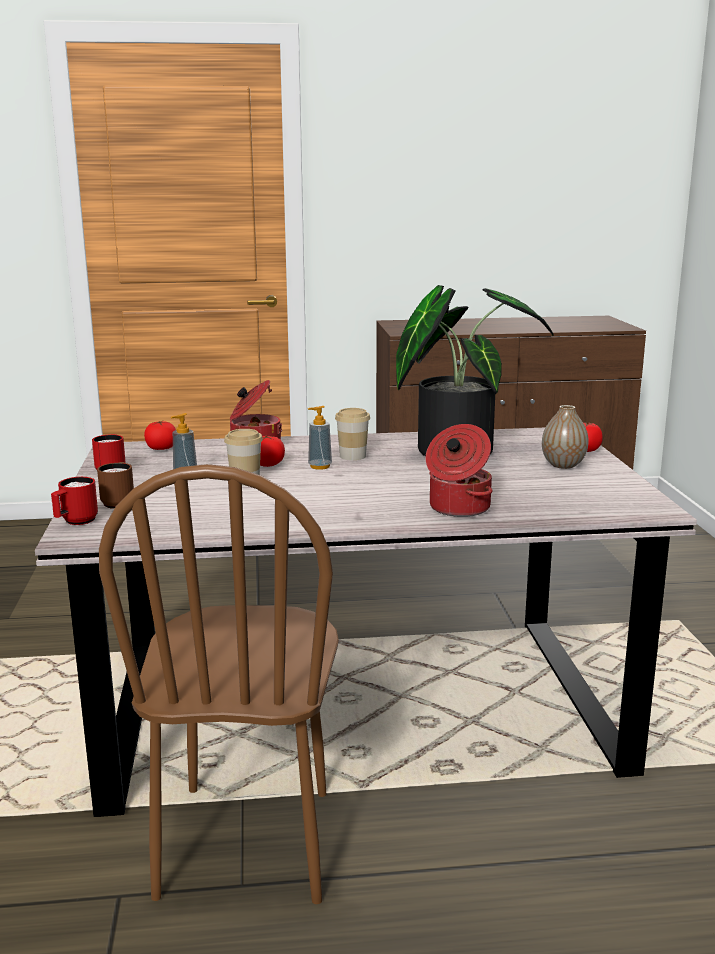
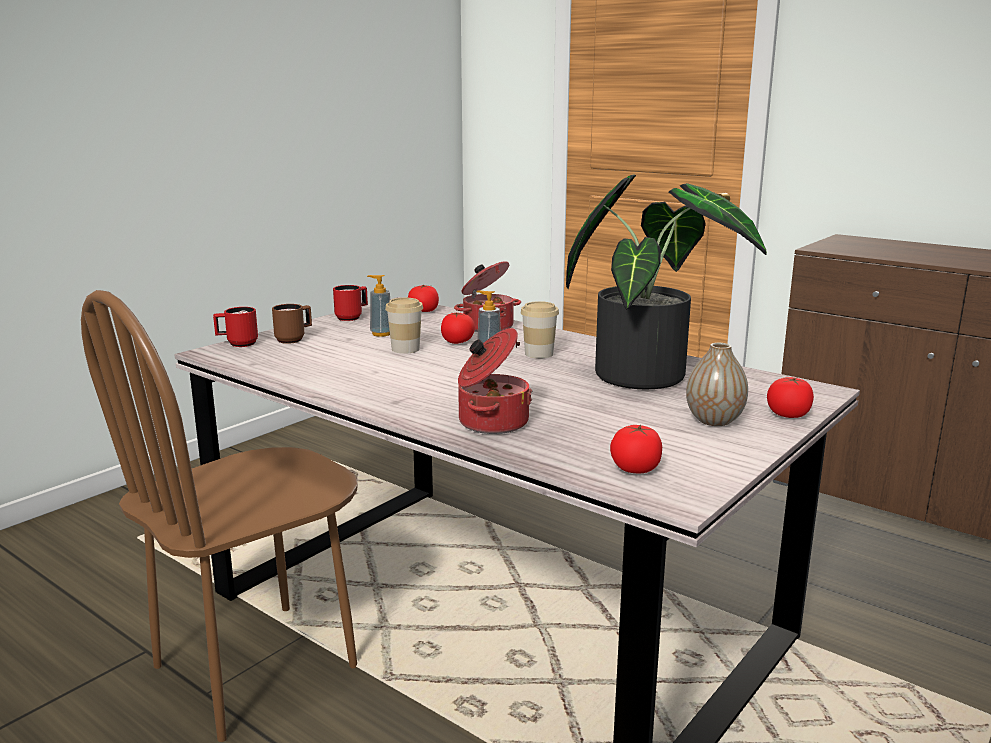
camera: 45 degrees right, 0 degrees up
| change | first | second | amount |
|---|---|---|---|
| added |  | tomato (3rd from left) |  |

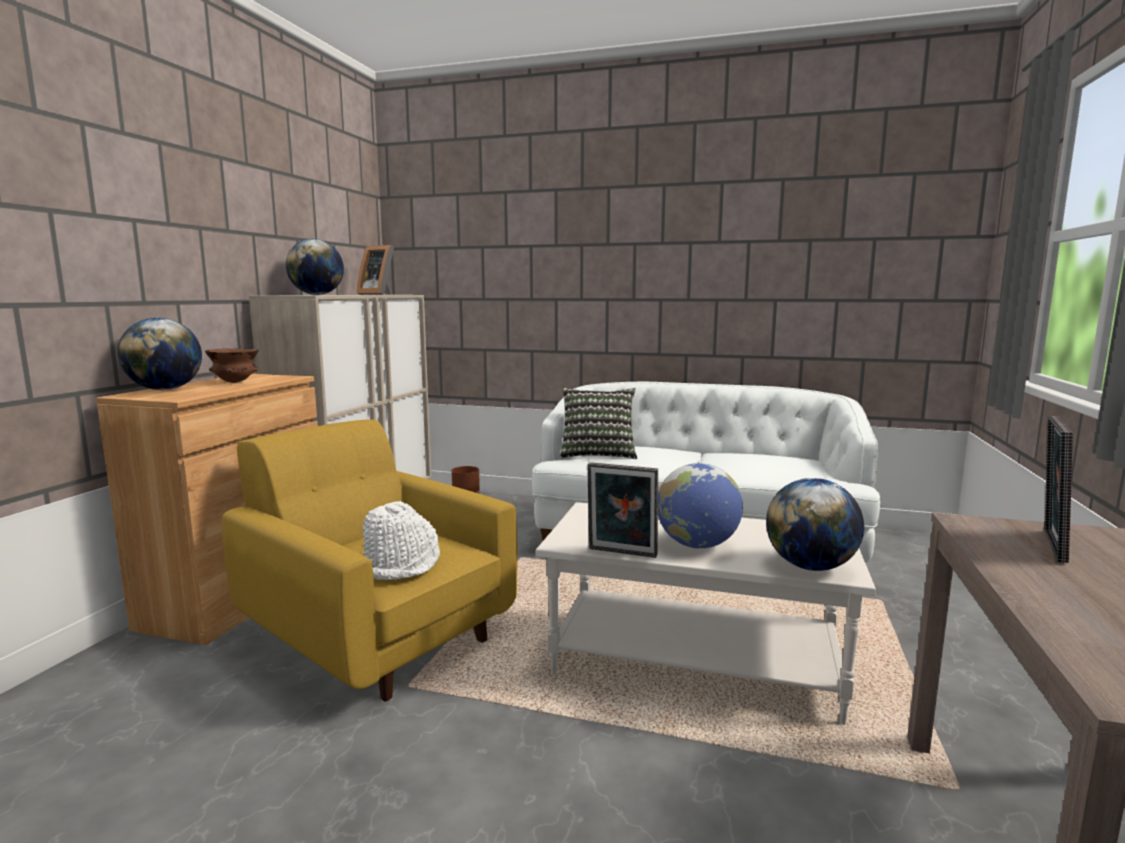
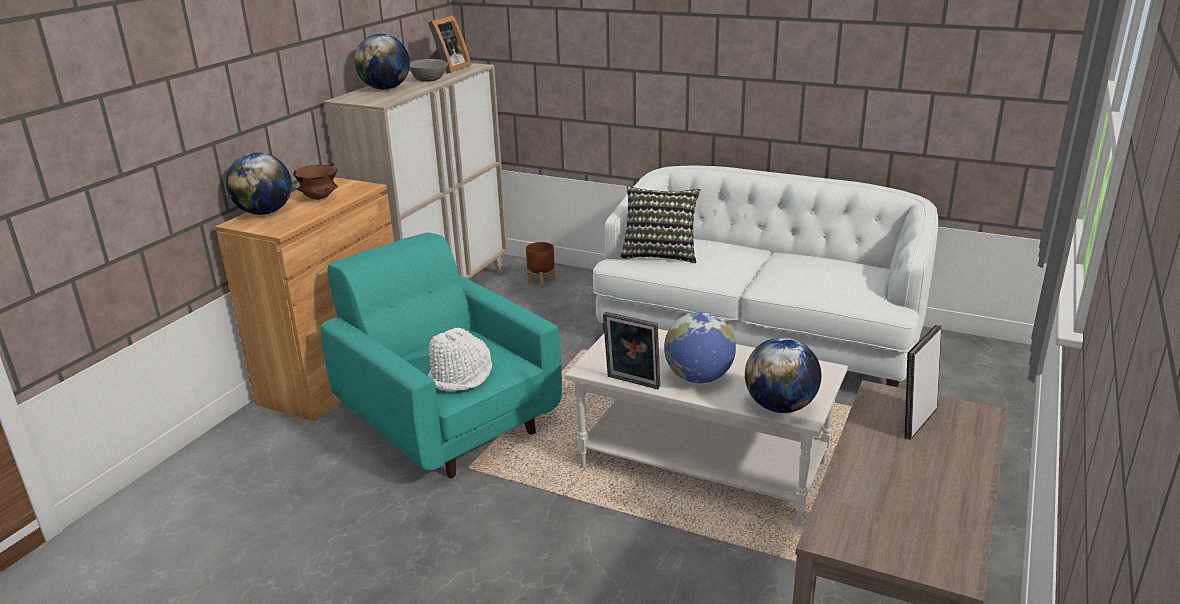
camera: 10 degrees right, 15 degrees up
| change | first | second | amount |
|---|---|---|---|
| recoloured | armchair in yellow | armchair in turquoise |  |
| turned | picture frame (1st from left) |  | 105 degrees counterclockwise |
| added |  | bowl in grey |  |

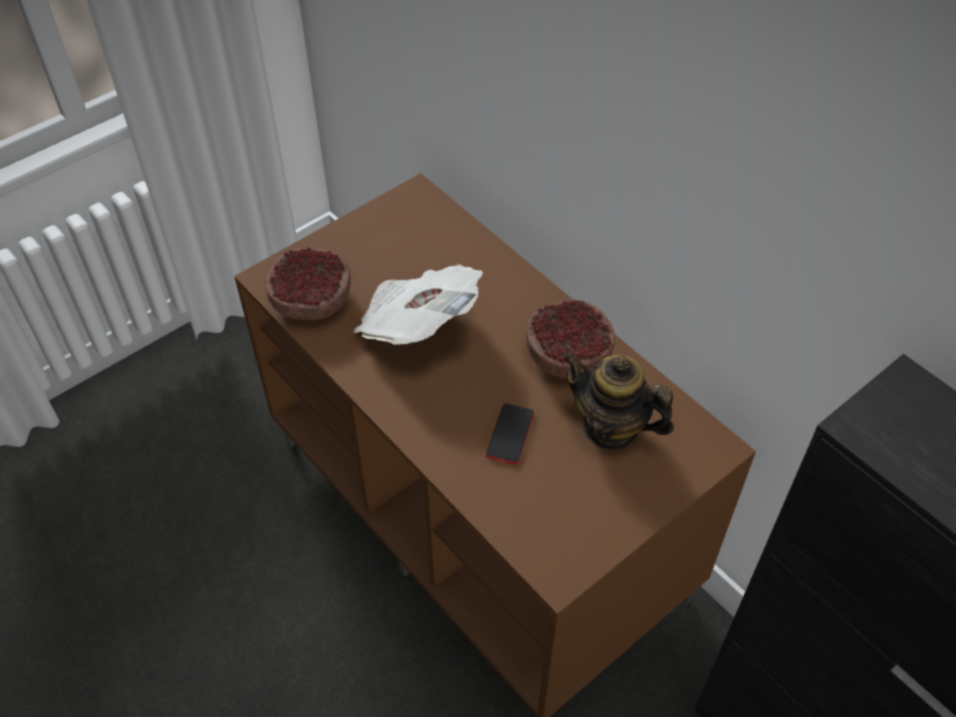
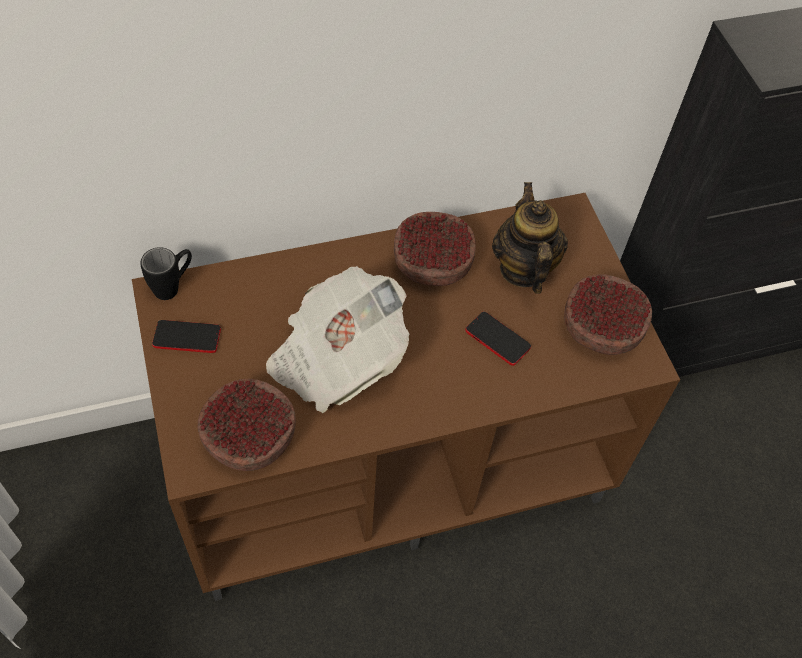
camera: 70 degrees left, 5 degrees up
| change | first | second | amount |
|---|---|---|---|
| turned | teapot |  | 120 degrees clockwise |
| added |  | mug in black |  |
| added |  | phone (1st from left) |  |
| added |  | bowl (3rd from left) |  |

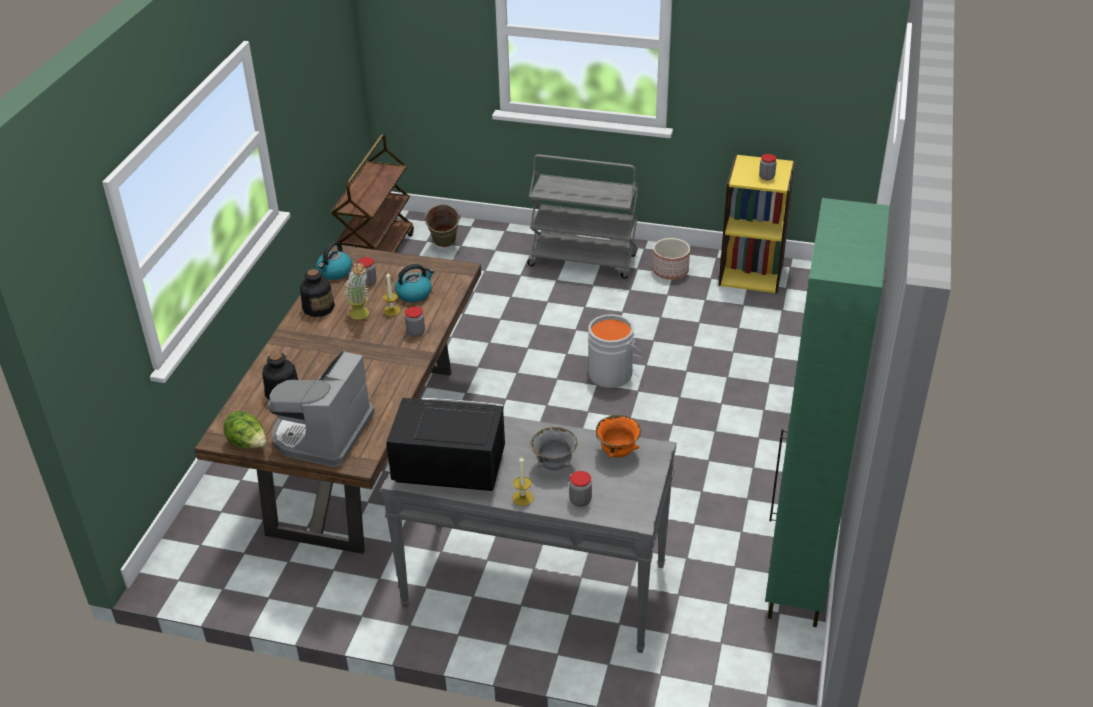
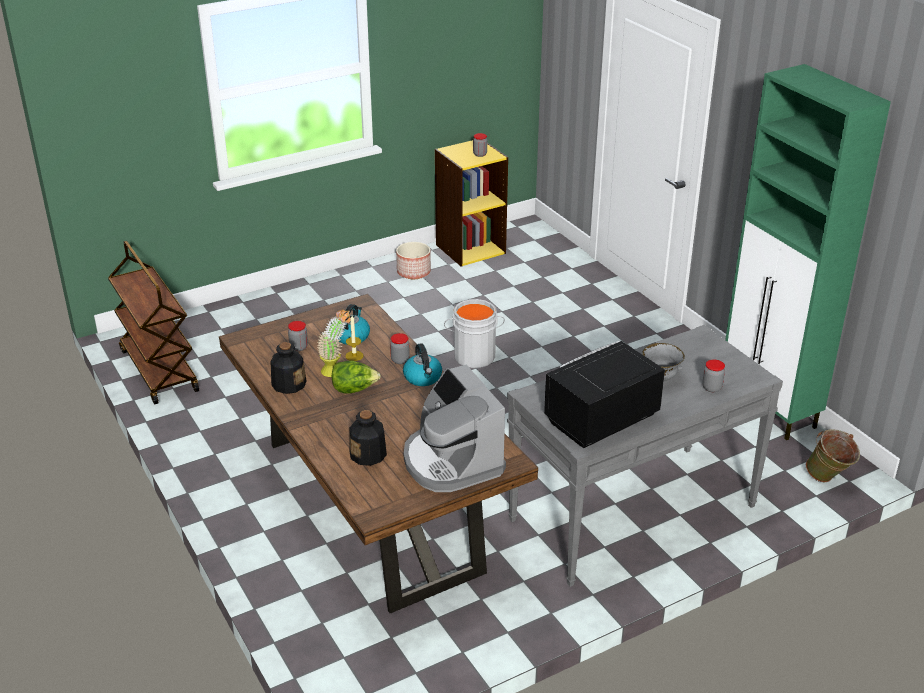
camera: 45 degrees left, 5 degrees down
| change | first | second | amount |
|---|---|---|---|
| moved | lettuce |  |  |
| moved | kettle (1st from left in the first image) | kettle (2nd from left) |  |
| moved | bucket in green |  |  |
| removed | candle (2nd from left) |  |  |
| removed | cart in grey |  |  |
| removed | bowl in orange |  |  |

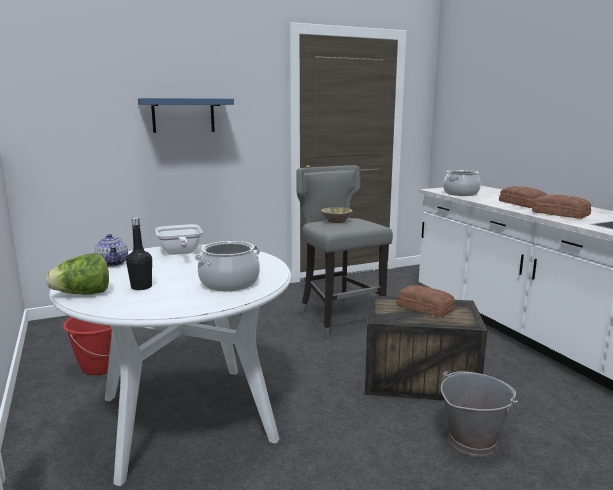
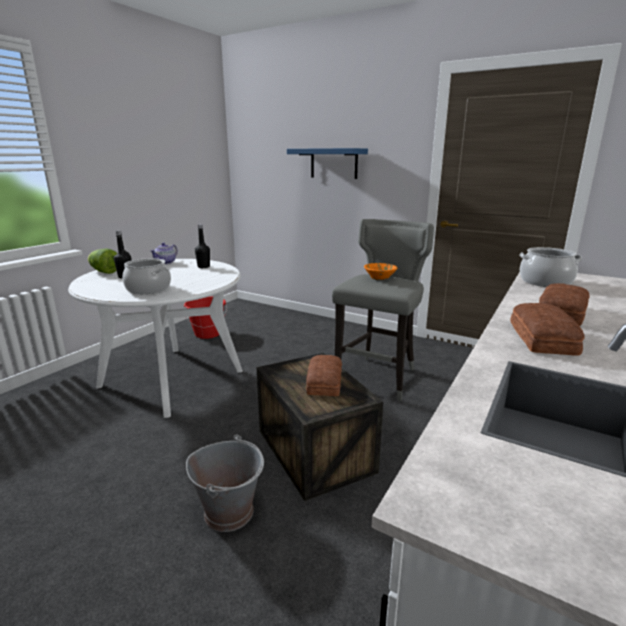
camera: 55 degrees right, 5 degrees up
| change | first | second | amount |
|---|---|---|---|
| replaced | frying pan | bottle in black (2nd from left) |  |
| recoloured | bowl in beige | bowl in orange |  |

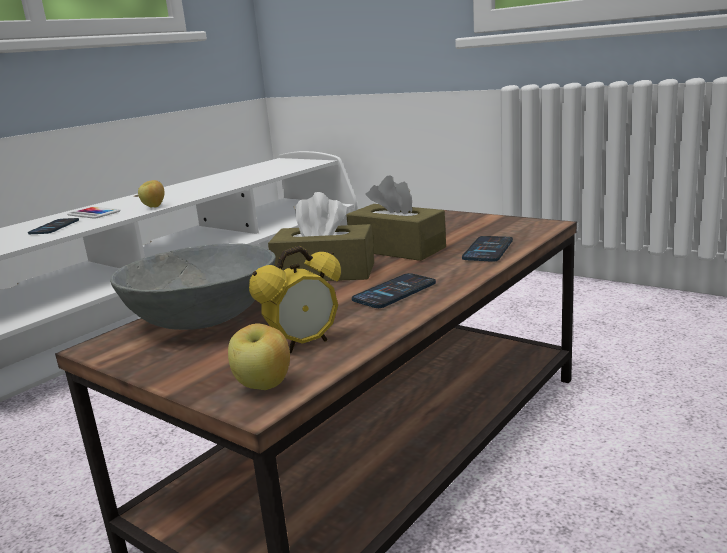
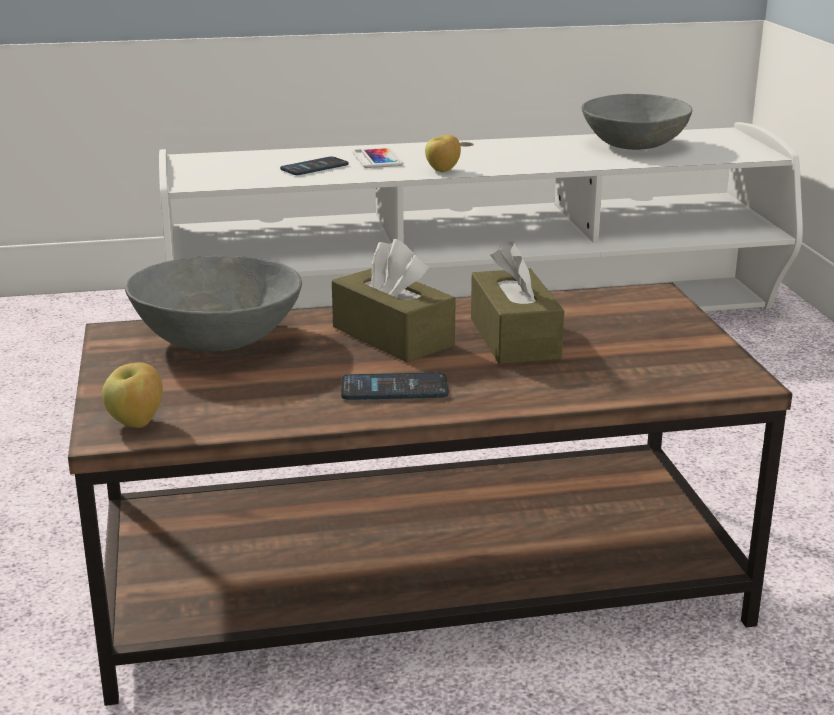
camera: 40 degrees right, 5 degrees up
| change | first | second | amount |
|---|---|---|---|
| removed | alarm clock |  |  |
| removed | phone (4th from left) |  |  |
| added |  | bowl in grey (2nd from left) |  |

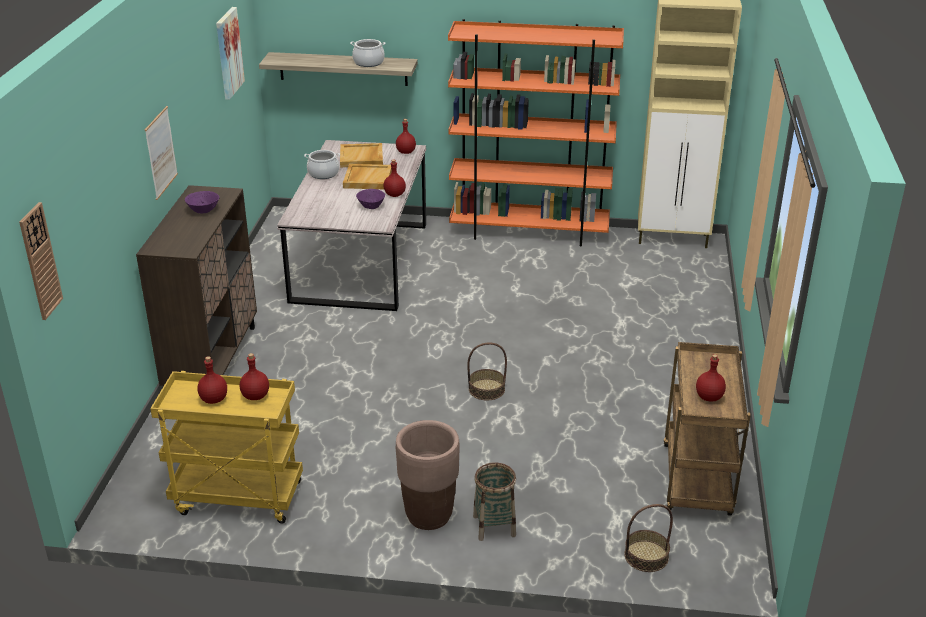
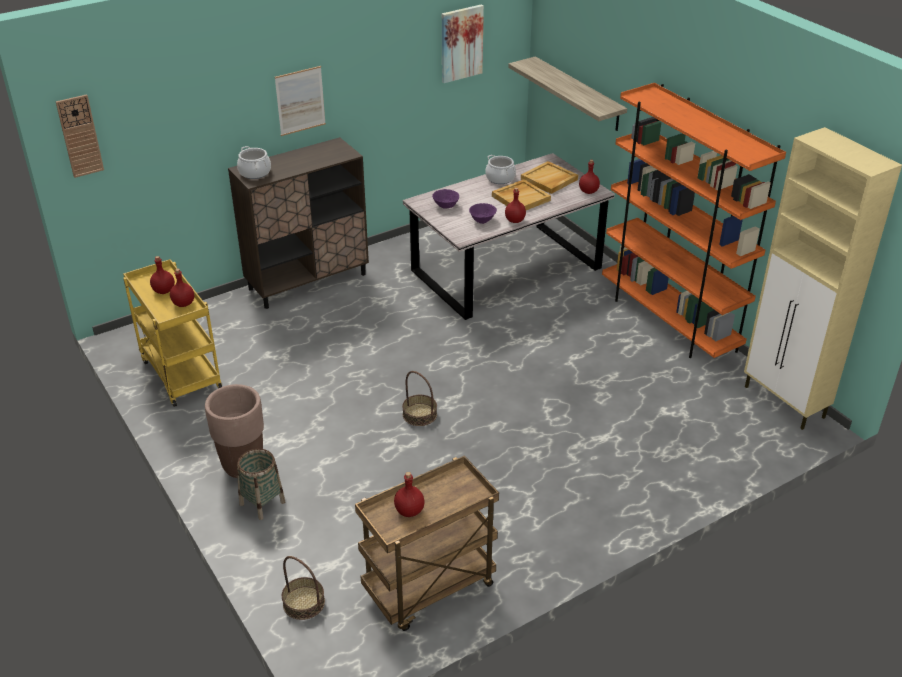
camera: 50 degrees right, 5 degrees up
| change | first | second | amount |
|---|---|---|---|
| moved | bowl in purple (1st from left) |  |  |
| moved | cooking pot (2nd from left in the first image) | cooking pot (1st from left) |  |

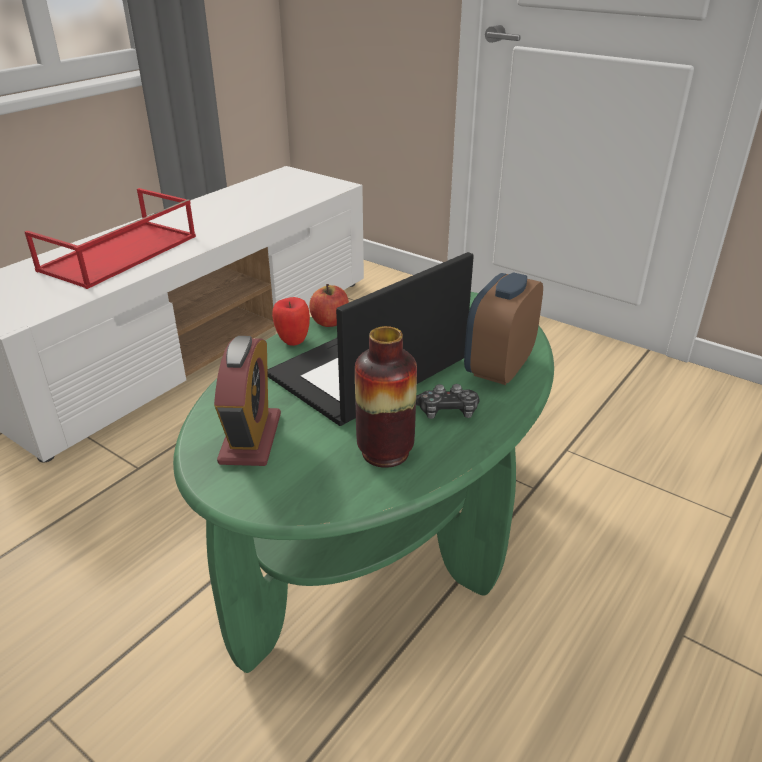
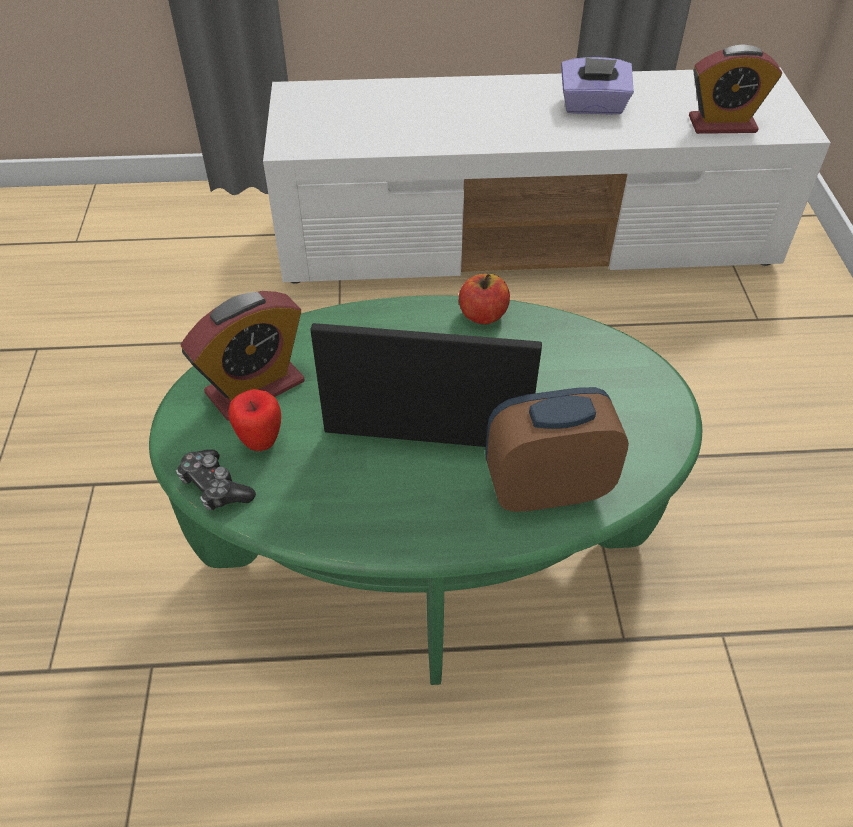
camera: 50 degrees right, 15 degrees up
| change | first | second | amount |
|---|---|---|---|
| removed | tray in red |  |  |
| moved | apple (1st from left) |  |  |
| removed | vase |  |  |
| moved | game controller |  |  |
| added |  | tissue box in purple |  |
| added |  | alarm clock (3rd from left) |  |

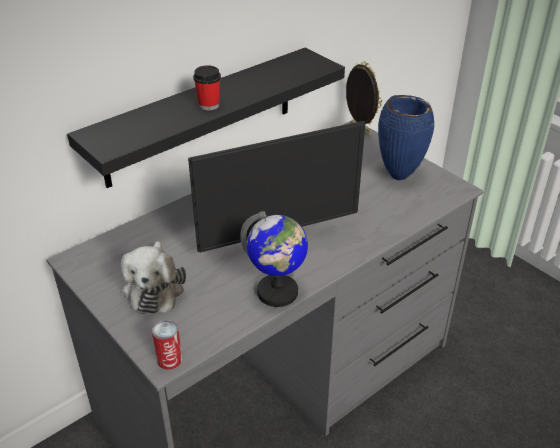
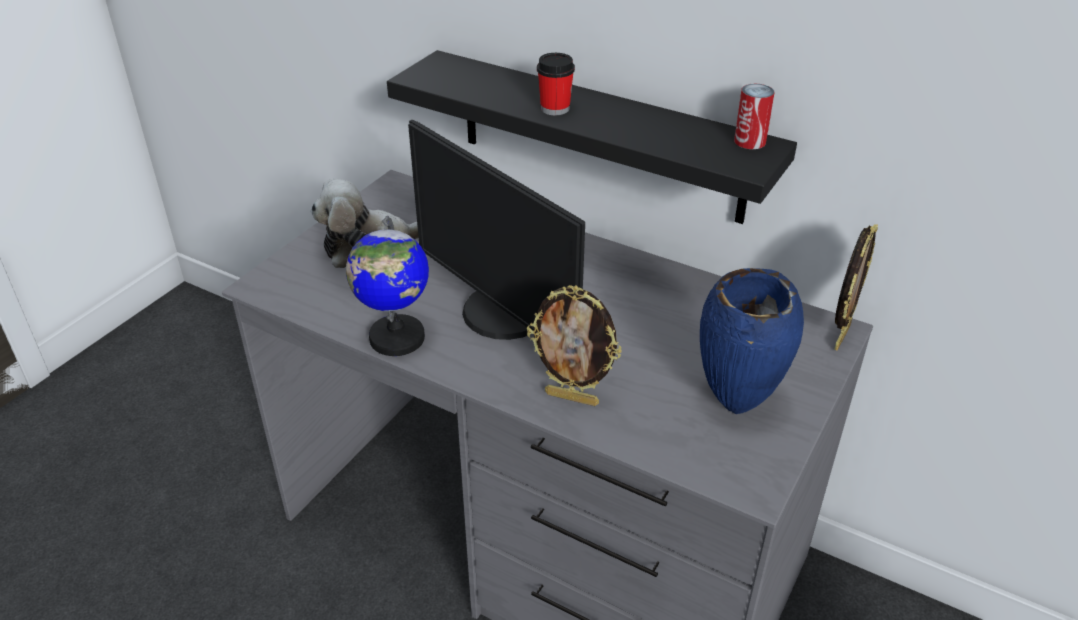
camera: 70 degrees right, 0 degrees up
| change | first | second | amount |
|---|---|---|---|
| moved | can |  |  |
| added |  | picture frame (1st from left) |  |

